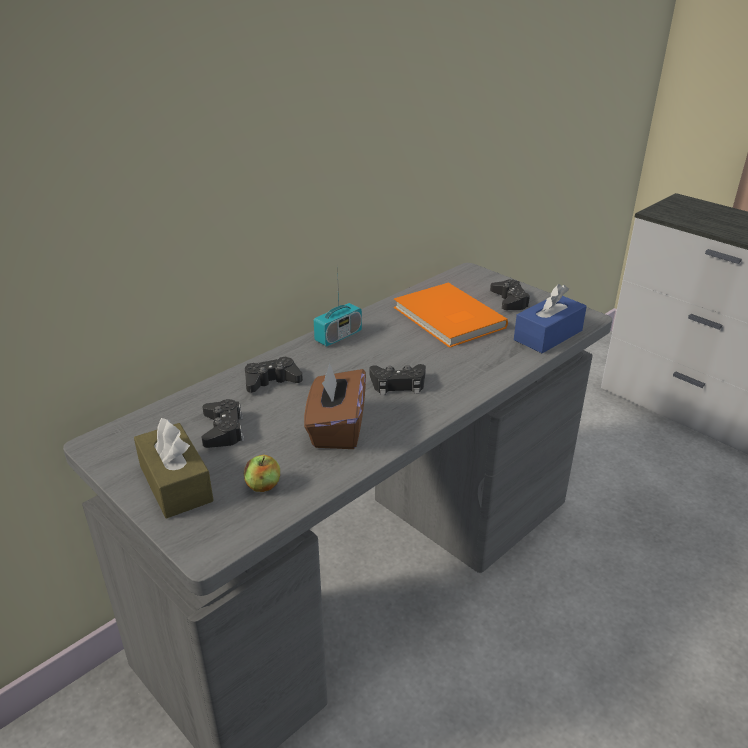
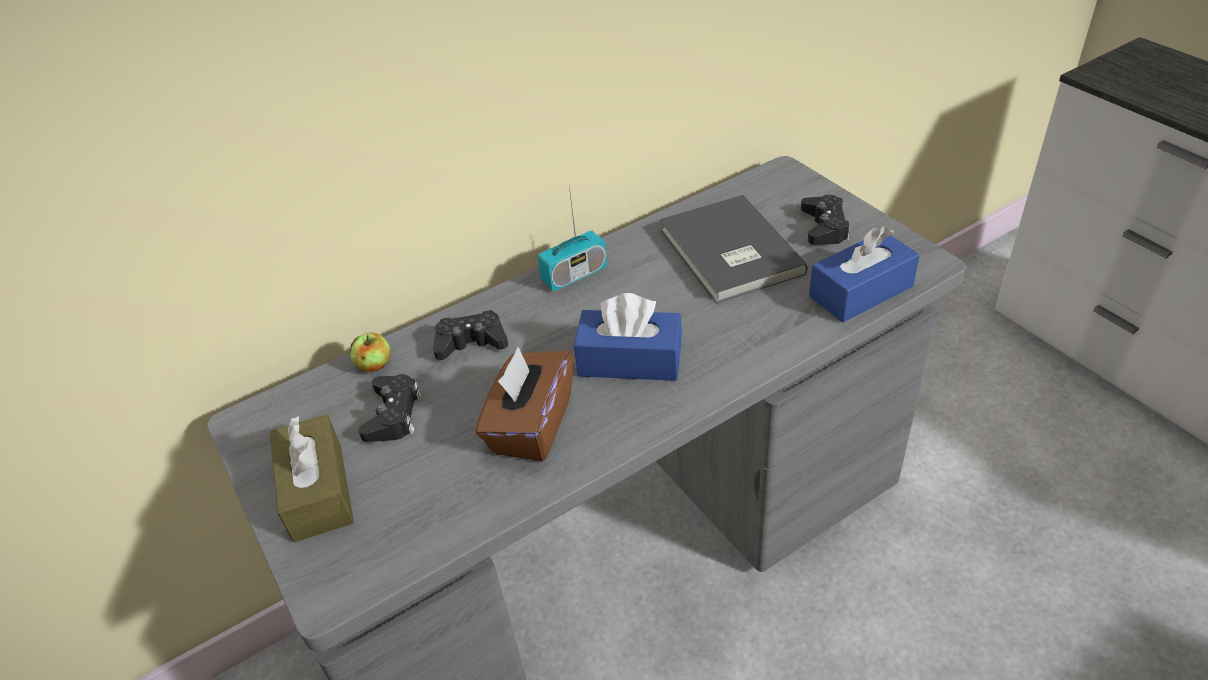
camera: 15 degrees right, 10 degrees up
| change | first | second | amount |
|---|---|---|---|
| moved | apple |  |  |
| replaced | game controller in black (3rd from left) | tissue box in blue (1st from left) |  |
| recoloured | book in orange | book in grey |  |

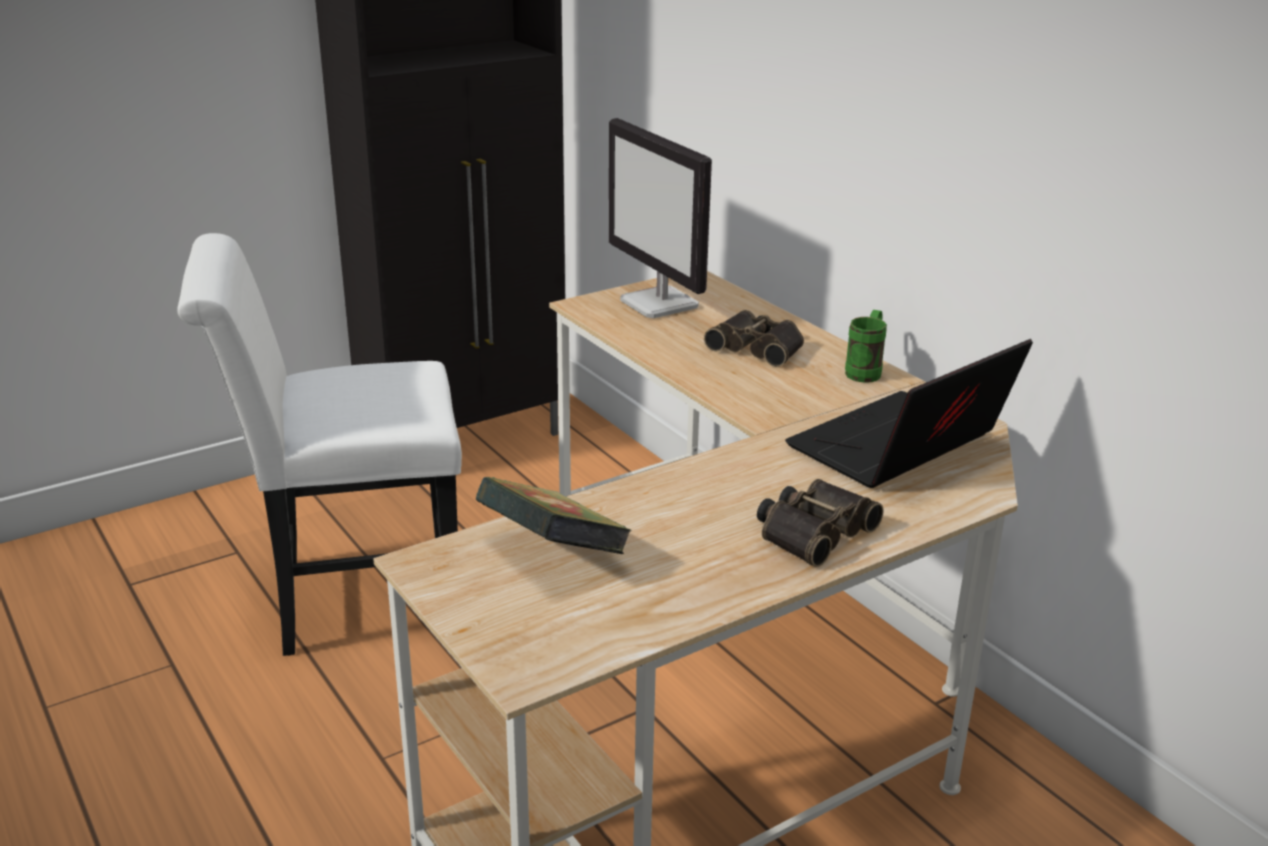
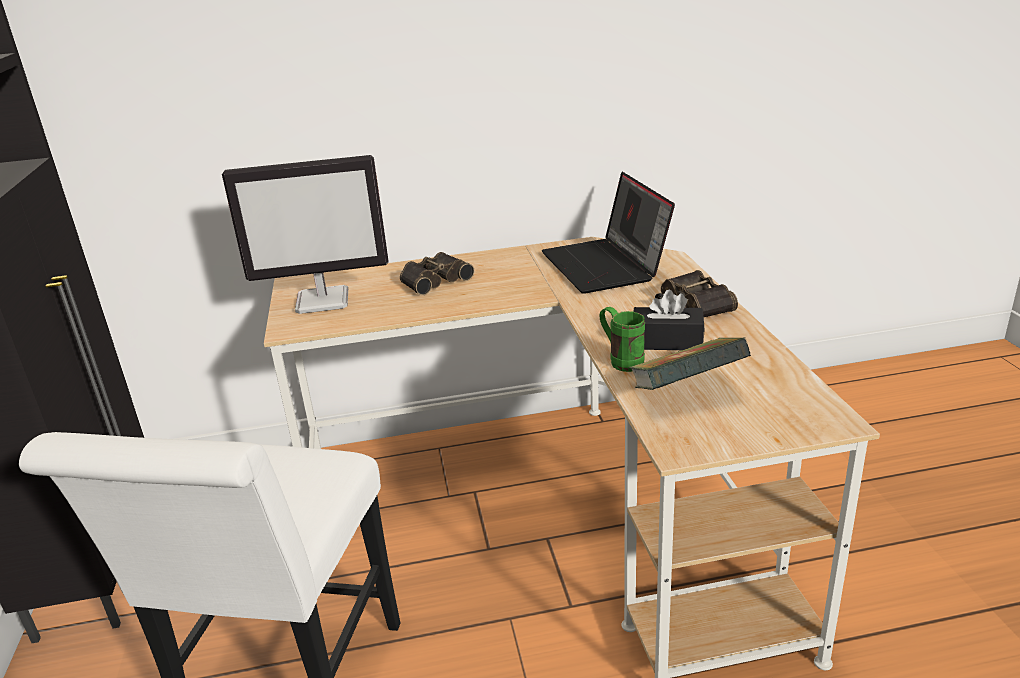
camera: 65 degrees left, 0 degrees up
| change | first | second | amount |
|---|---|---|---|
| moved | mug in green |  |  |
| added |  | tissue box in black |  |

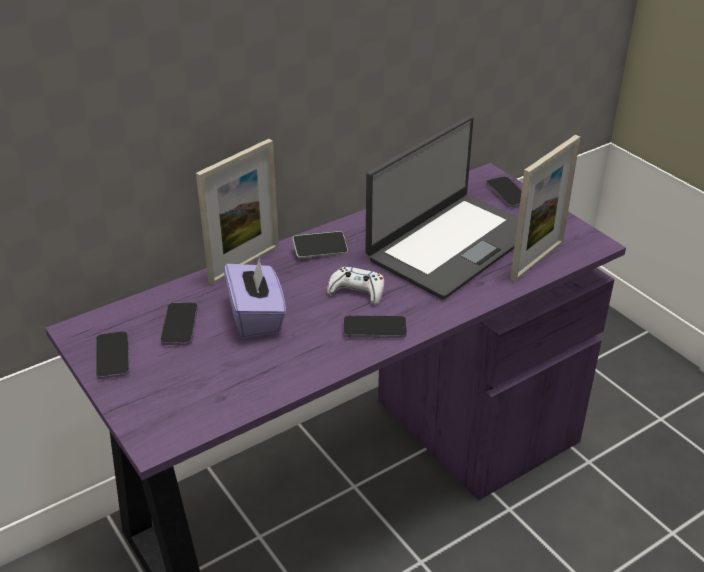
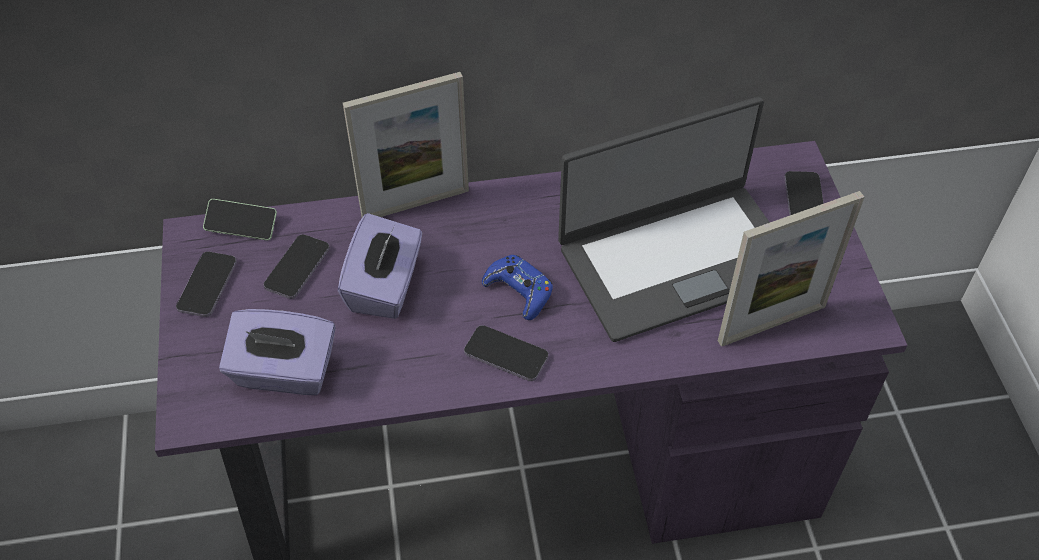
camera: 25 degrees right, 15 degrees up
| change | first | second | amount |
|---|---|---|---|
| moved | phone (3rd from left in the first image) | phone (2nd from left) |  |
| recoloured | game controller in white | game controller in blue |  |
| added |  | tissue box in purple (1st from left) |  |

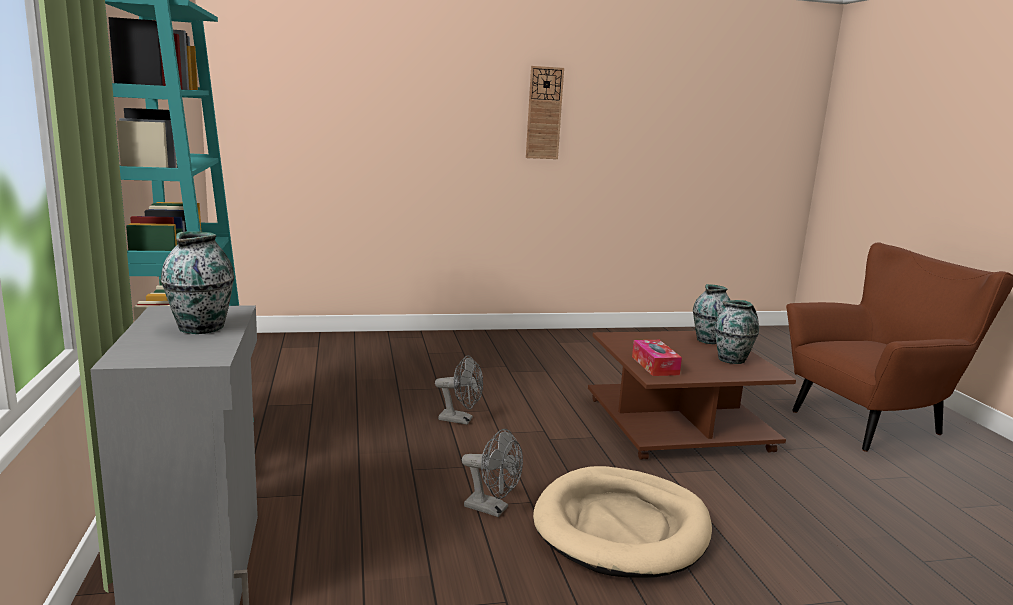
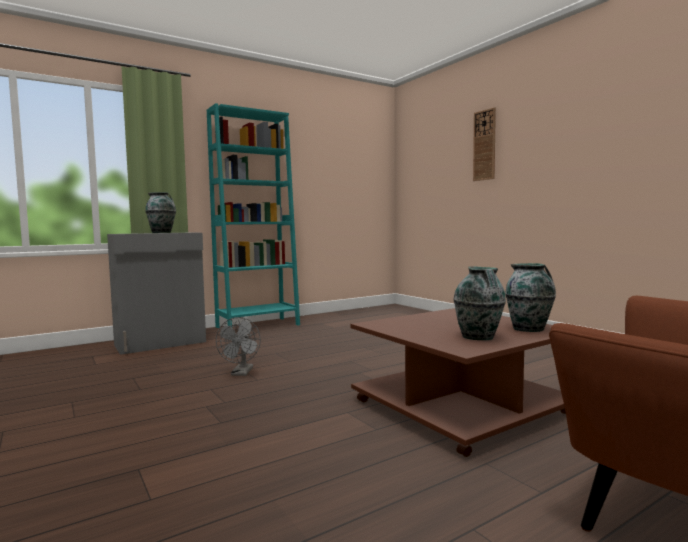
camera: 70 degrees right, 10 degrees down
| change | first | second | amount |
|---|---|---|---|
| removed | fan in grey (1st from left) |  |  |
| moved | wall clock |  |  |
| removed | dog bed in beige |  |  |
| removed | tissue box |  |  |

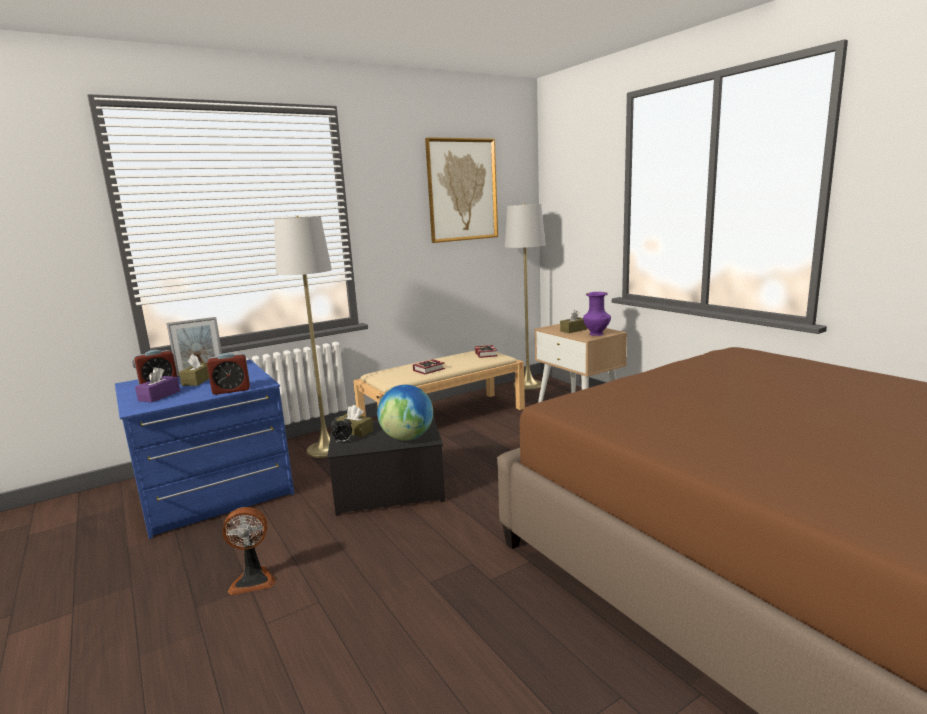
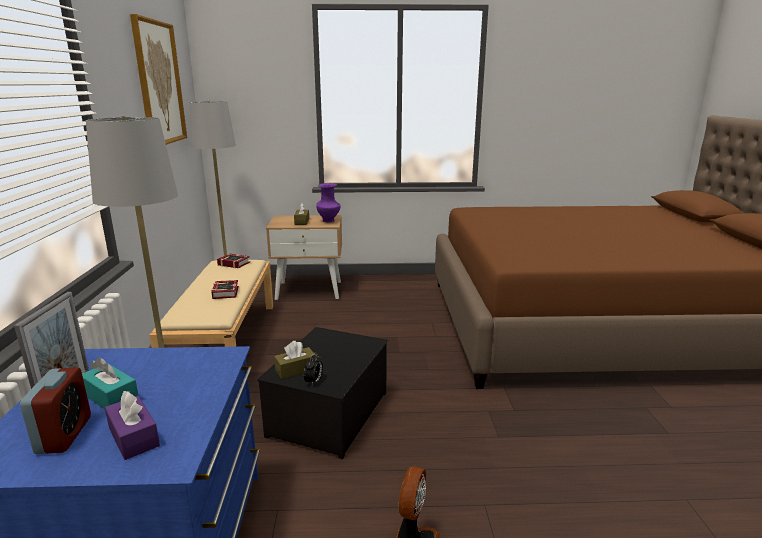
camera: 60 degrees left, 5 degrees up
| change | first | second | amount |
|---|---|---|---|
| recoloured | tissue box in brown (1st from left) | tissue box in turquoise |  |
| removed | alarm clock (2nd from left) |  |  |
| removed | globe |  |  |

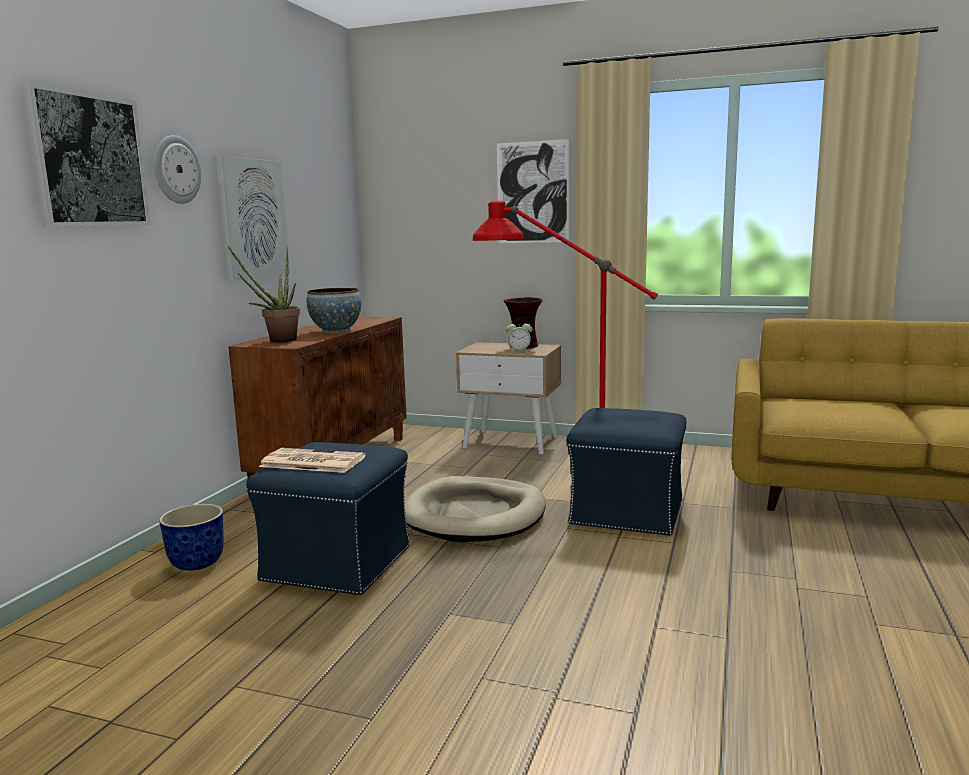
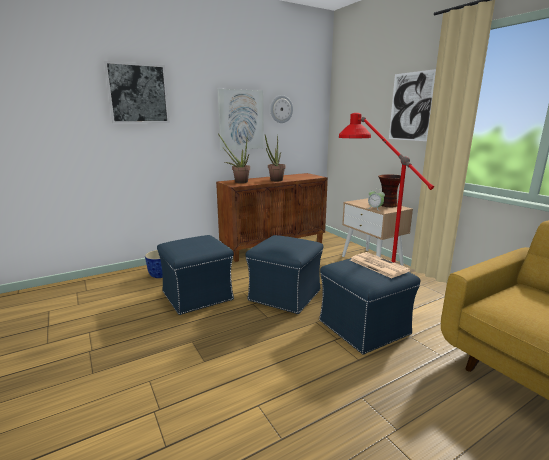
camera: 40 degrees right, 5 degrees up
| change | first | second | amount |
|---|---|---|---|
| moved | wall clock |  |  |
| moved | newspaper |  |  |
| replaced | bowl | potted plant (2nd from left) |  |
| replaced | dog bed in beige | ottoman in blue (2nd from left) |  |

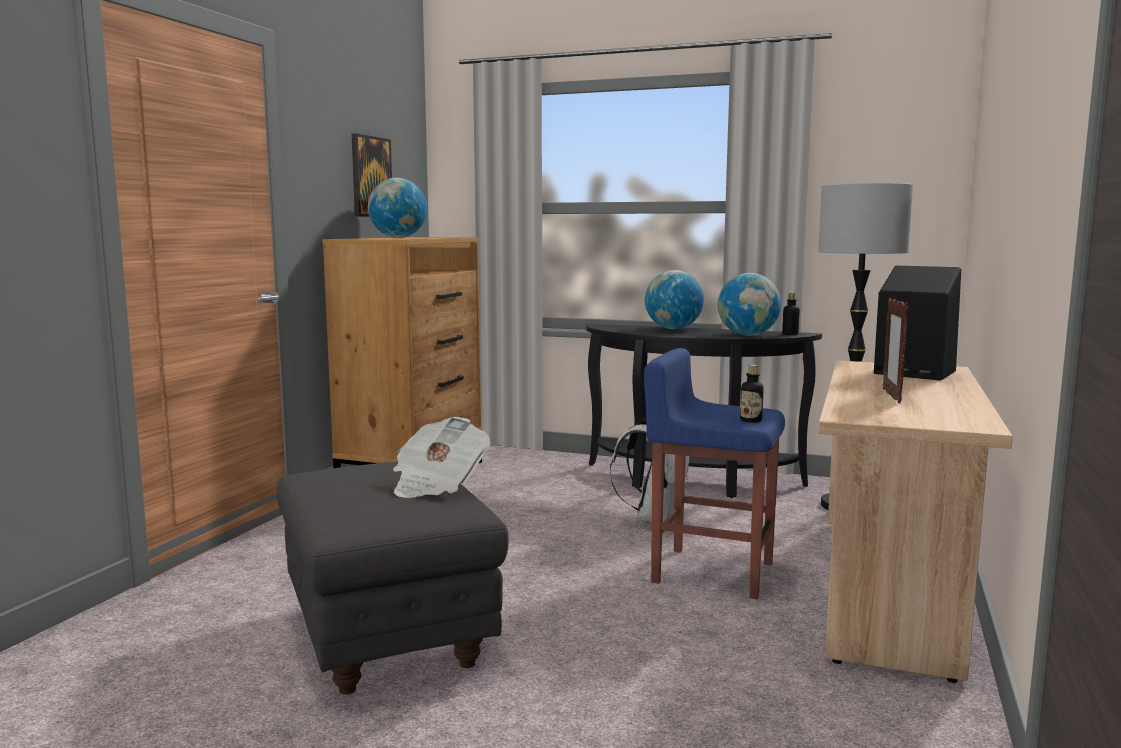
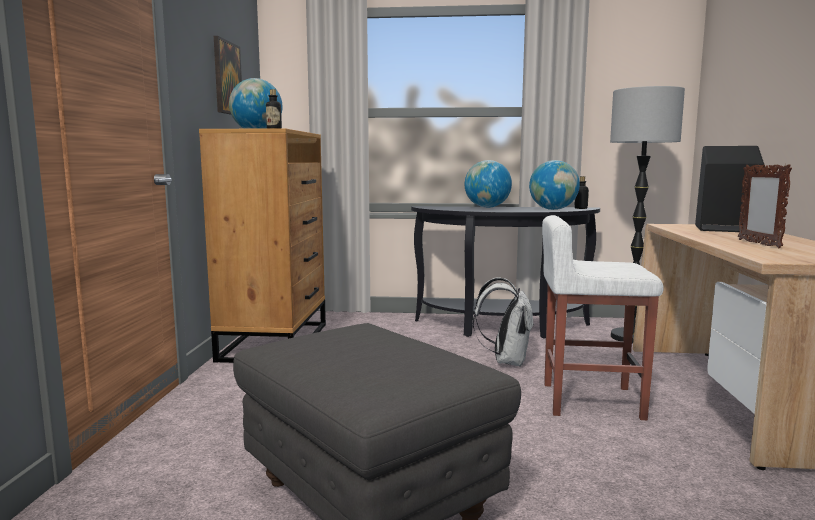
camera: 15 degrees left, 0 degrees up
| change | first | second | amount |
|---|---|---|---|
| removed | newspaper |  |  |
| recoloured | stool in blue | stool in white |  |
| moved | bottle (1st from left) |  |  |

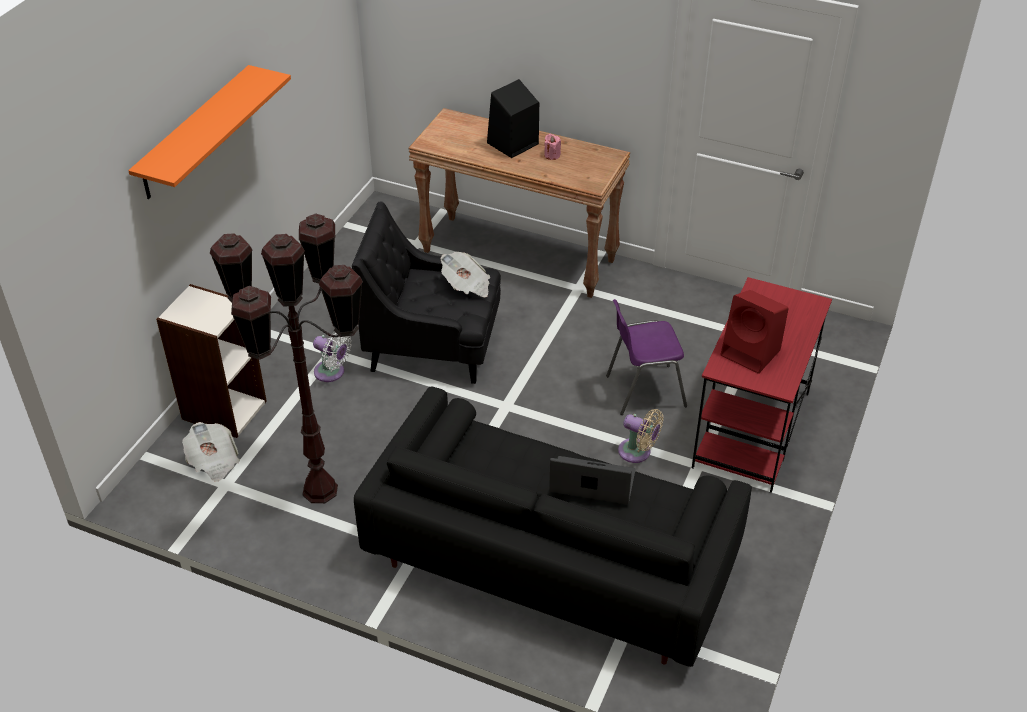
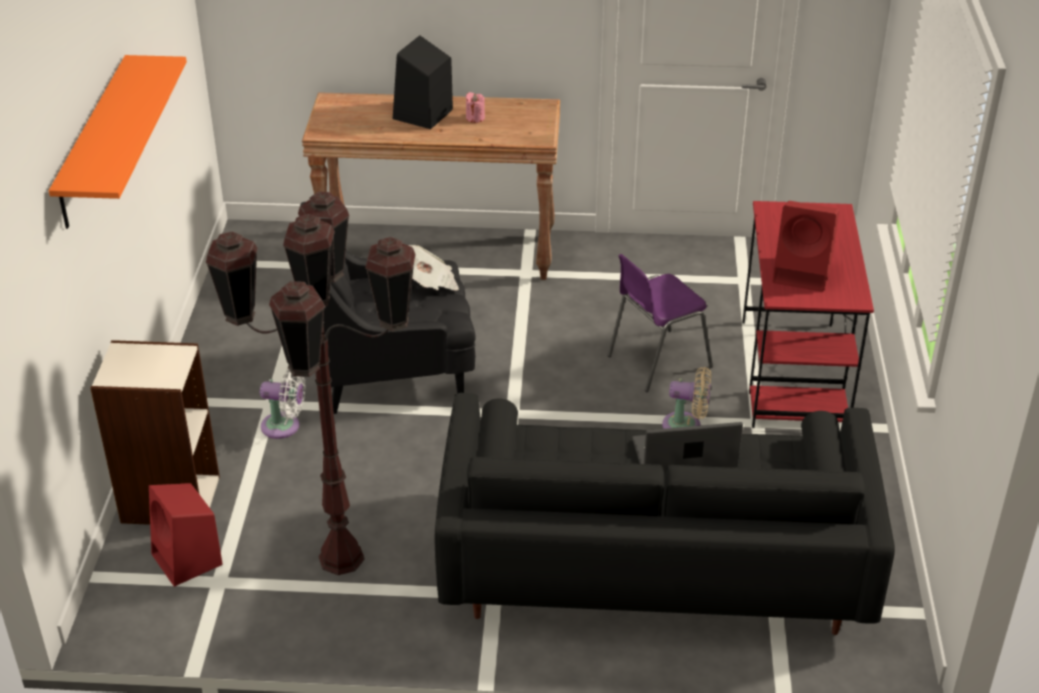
camera: 20 degrees left, 5 degrees down
| change | first | second | amount |
|---|---|---|---|
| replaced | newspaper (1st from left) | speaker in red (1st from left) |  |

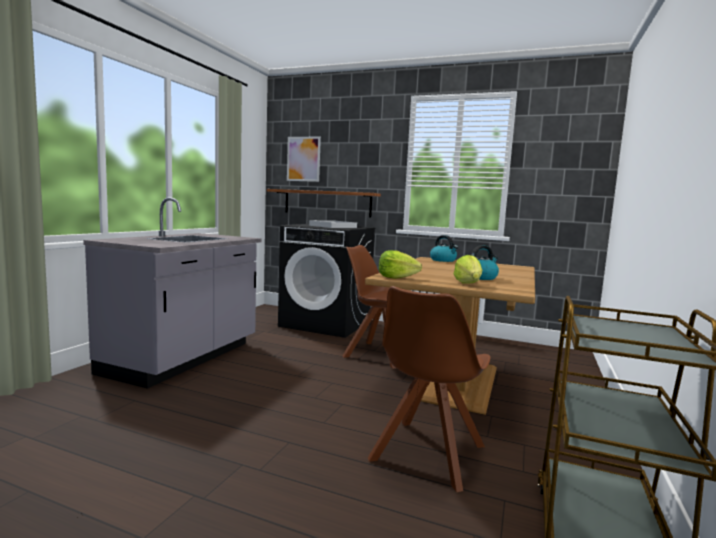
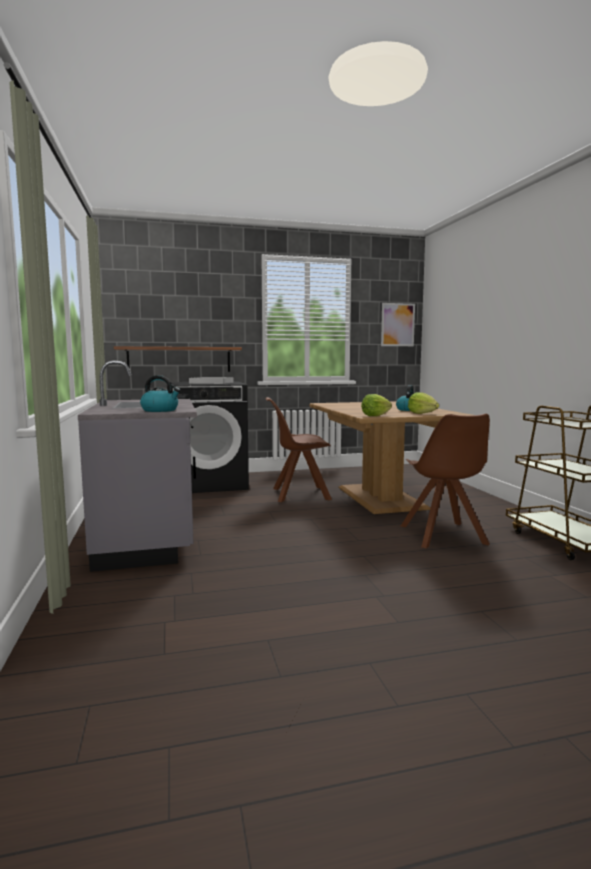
camera: 35 degrees left, 0 degrees up
| change | first | second | amount |
|---|---|---|---|
| moved | picture |  |  |
| moved | kettle (1st from left) |  |  |

